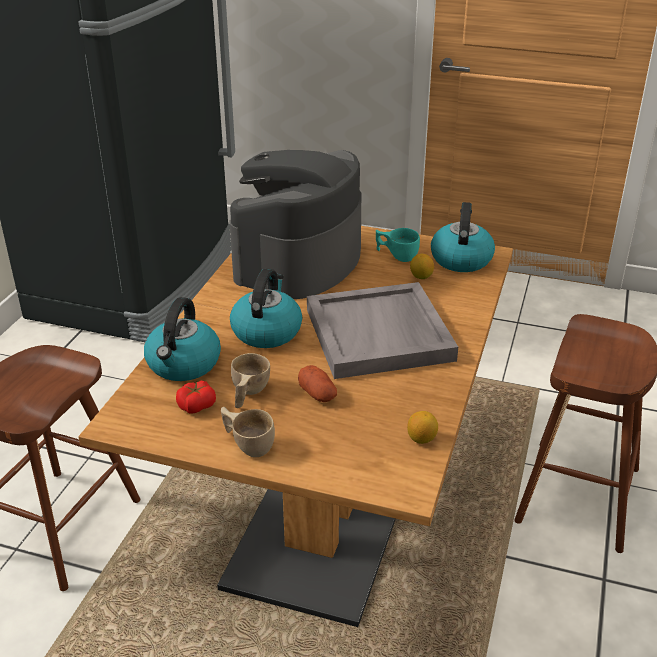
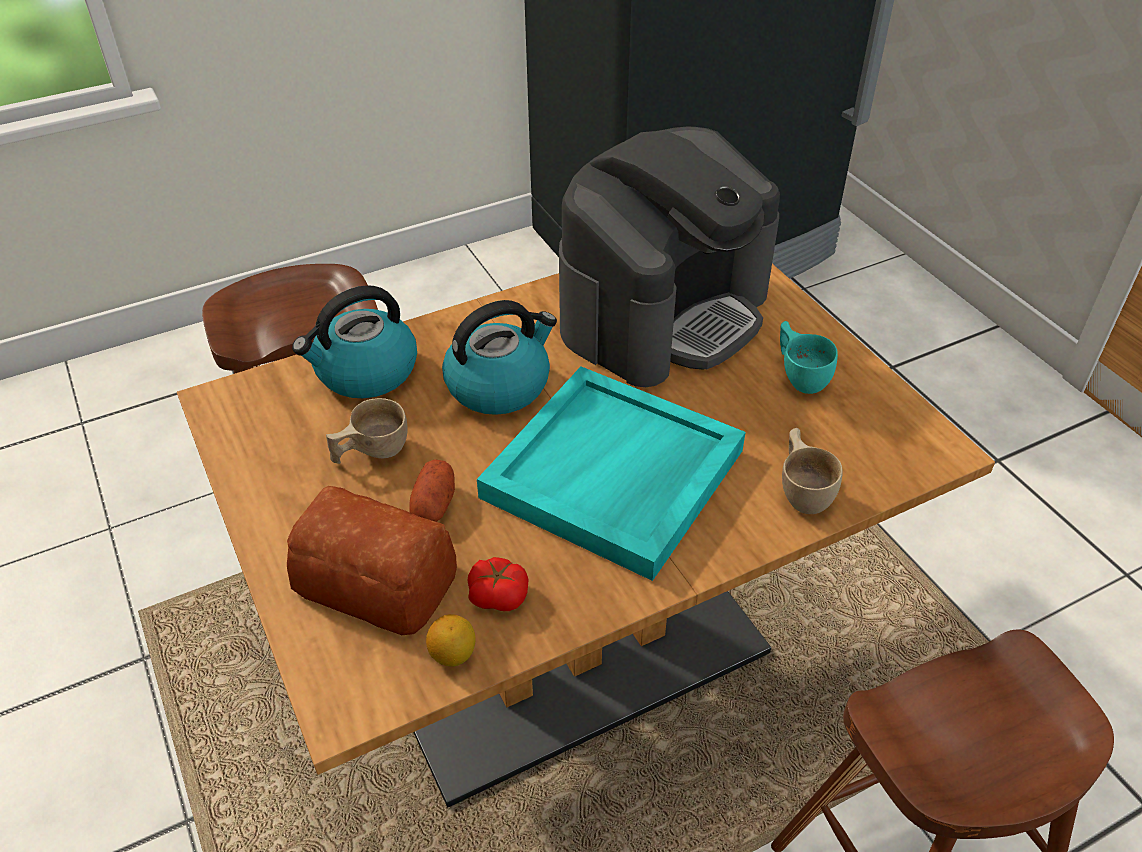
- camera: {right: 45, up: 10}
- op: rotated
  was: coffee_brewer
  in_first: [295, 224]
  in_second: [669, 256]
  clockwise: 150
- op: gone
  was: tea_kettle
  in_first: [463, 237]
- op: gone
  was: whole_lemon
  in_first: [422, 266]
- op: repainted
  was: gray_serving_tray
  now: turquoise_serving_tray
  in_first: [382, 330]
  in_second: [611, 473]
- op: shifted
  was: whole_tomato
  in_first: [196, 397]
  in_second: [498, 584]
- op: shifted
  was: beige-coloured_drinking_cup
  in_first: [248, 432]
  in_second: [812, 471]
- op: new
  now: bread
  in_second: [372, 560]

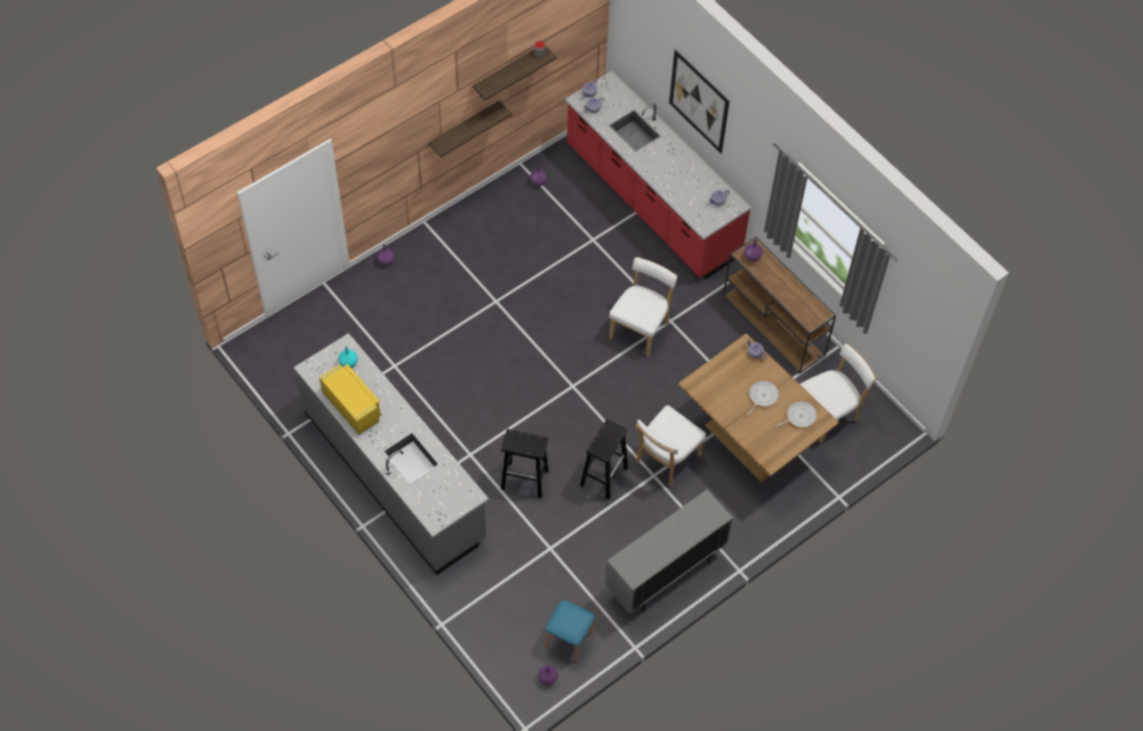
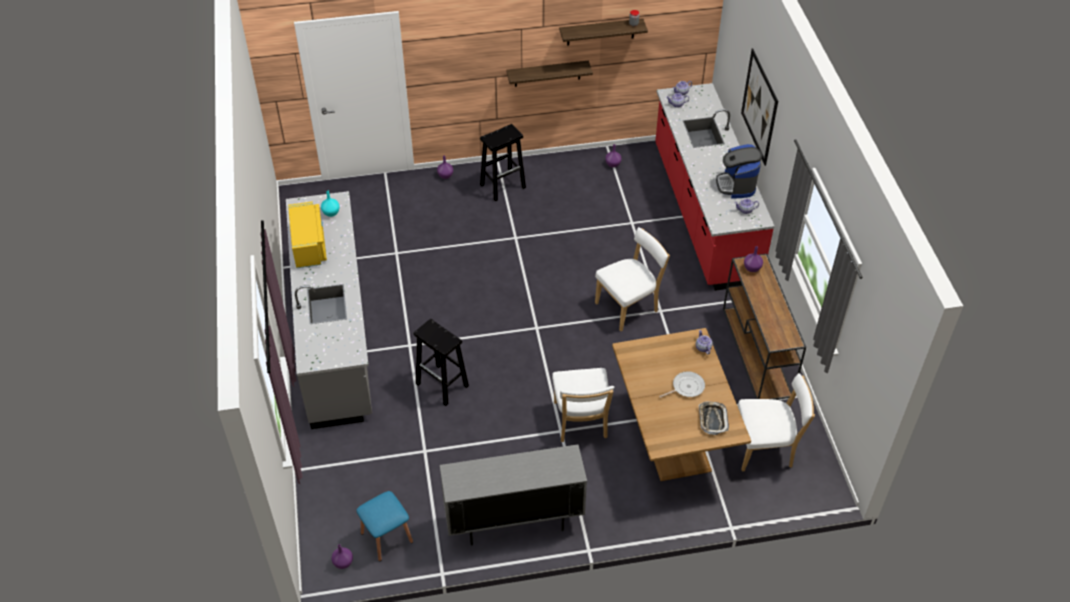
- camera: {right: 30, up: -10}
- op: swapped
  was: skillet
  now: serving_tray
  in_first: [795, 414]
  in_second: [714, 418]
- op: rotated
  was: whitish_plain_chair
  in_first: [671, 445]
  in_second: [583, 405]
  clockwise: -75
- op: shifted
  was: blackish_stool_seat
  in_first: [604, 459]
  in_second: [503, 163]
- op: new
  now: coffee_brewer
  in_second: [739, 171]

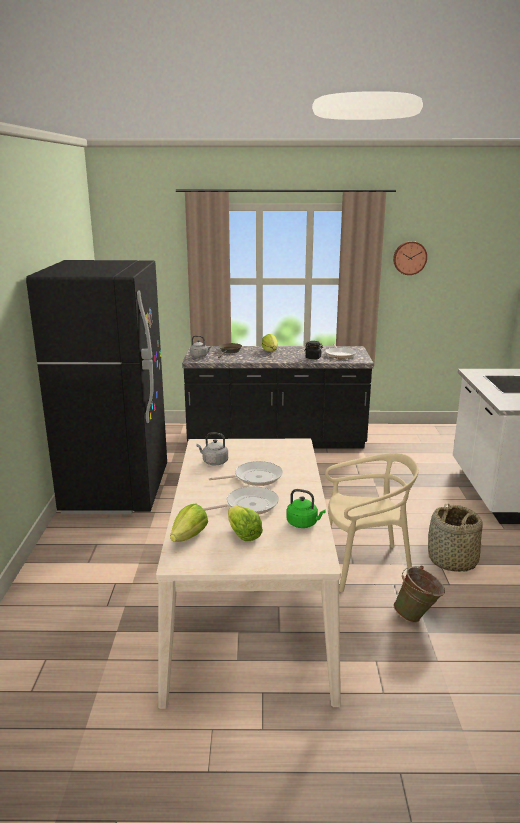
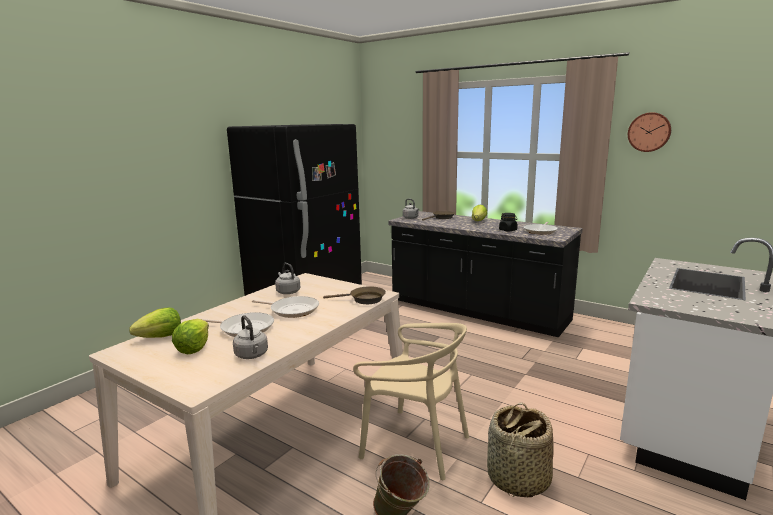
- camera: {right: 35, up: -5}
- op: repainted
  was: green-coloured_tea_kettle
  now: gray_tea_kettle
  in_first: [306, 508]
  in_second: [250, 337]
- op: new
  now: brown_skillet
  in_second: [354, 295]

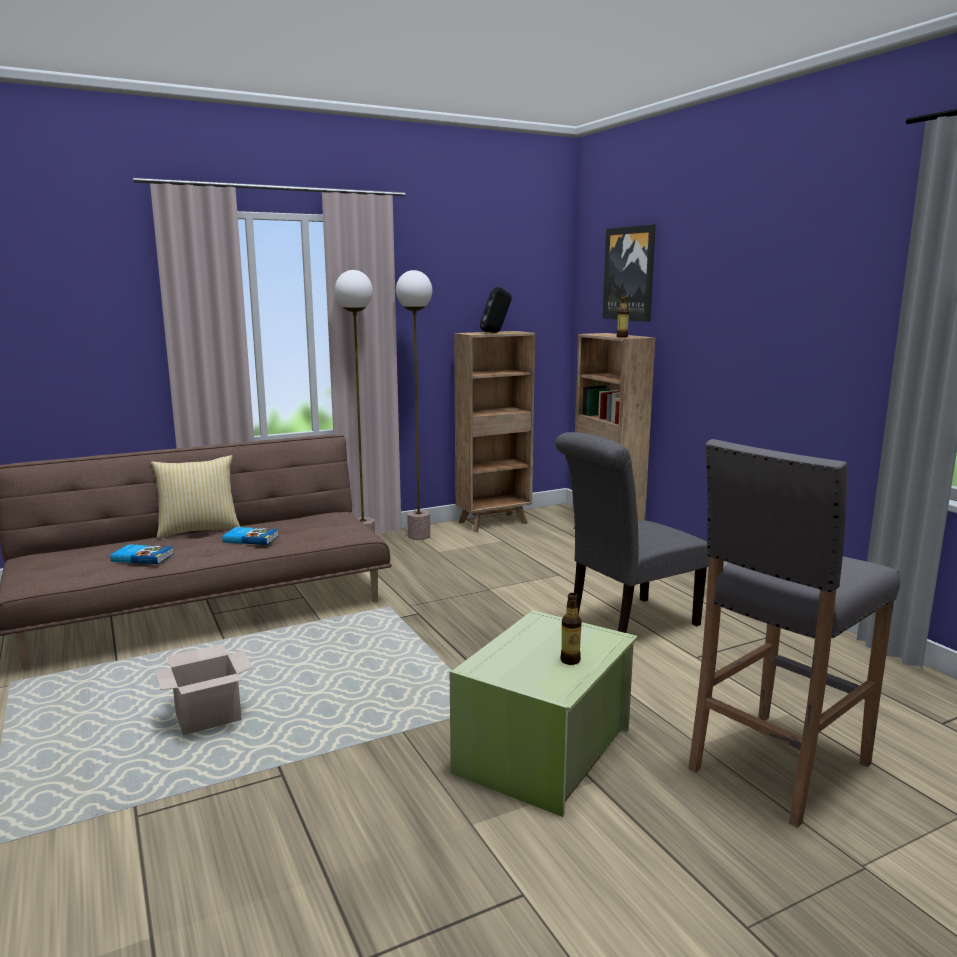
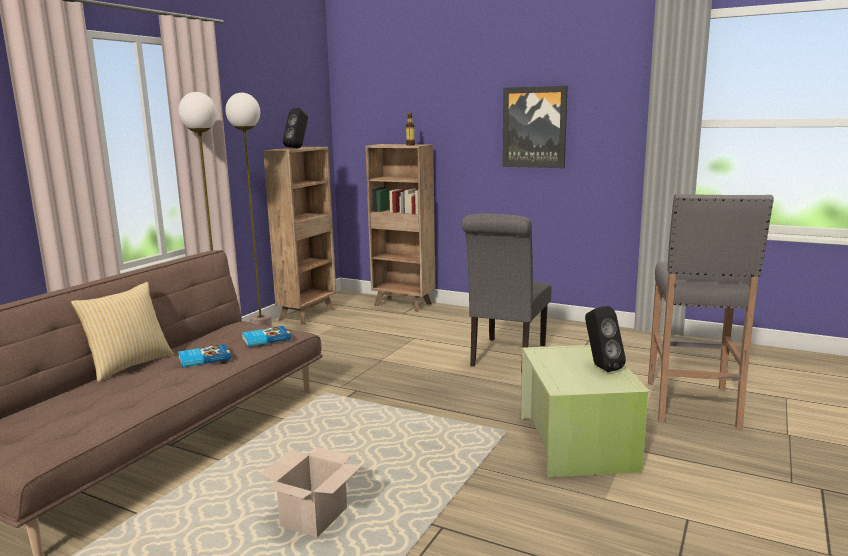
- camera: {right: -35, up: 0}
- op: shifted
  was: wall_picture
  in_first: [629, 273]
  in_second: [535, 127]
- op: shifted
  was: volume
  in_first: [142, 554]
  in_second: [266, 336]
- op: swapped
  was: drink_bottle
  now: blackish_audio_speaker
  in_first: [571, 629]
  in_second: [605, 339]

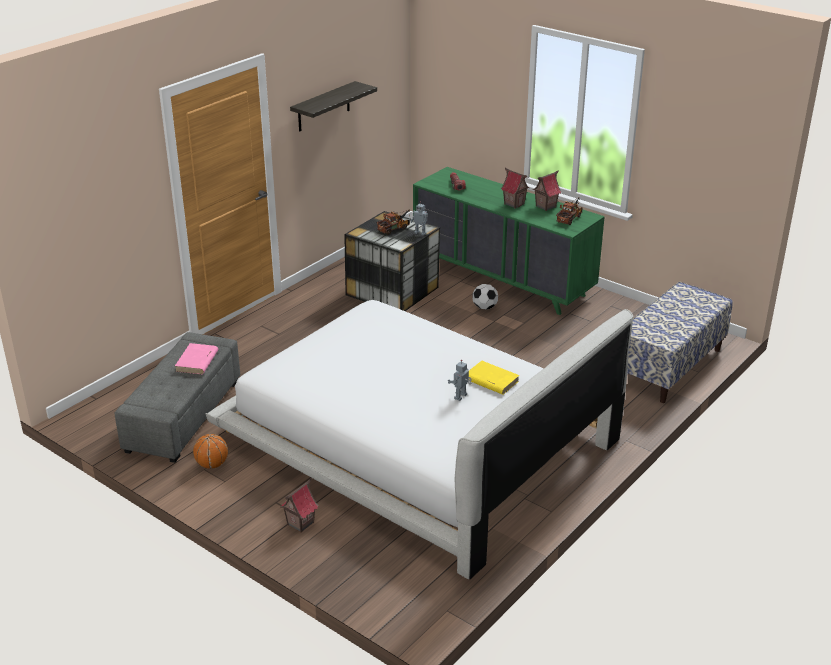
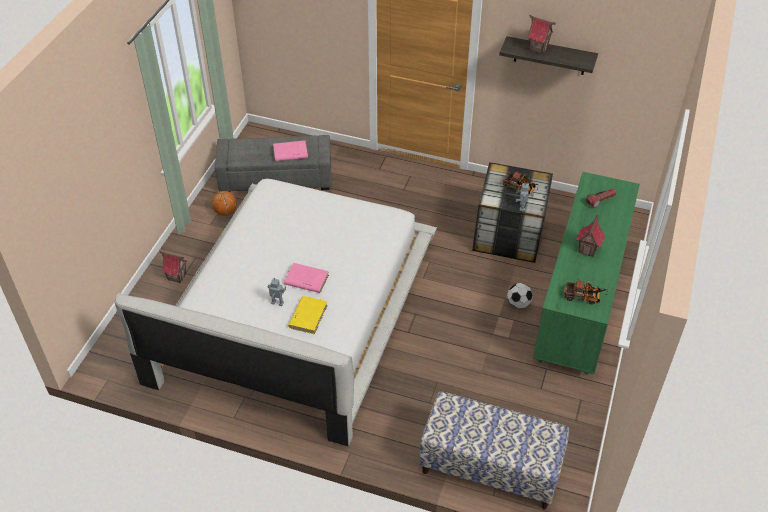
- camera: {right: 70, up: 15}
- op: shifted
  was: model_house
  in_first: [547, 190]
  in_second: [541, 35]
- op: new
  now: pinkish_volume
  in_second: [306, 278]

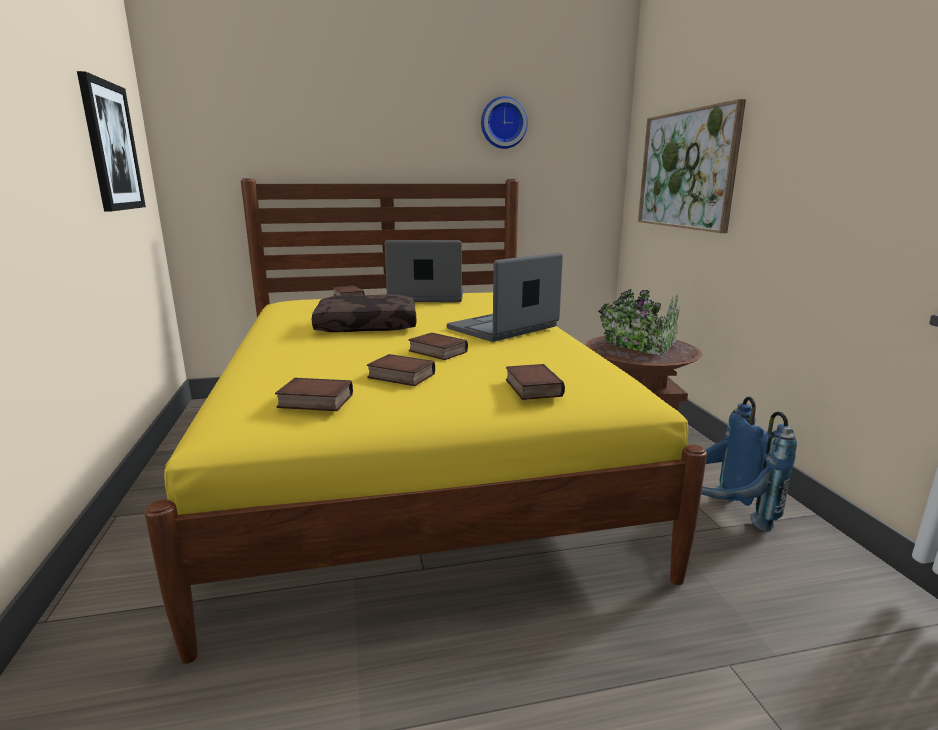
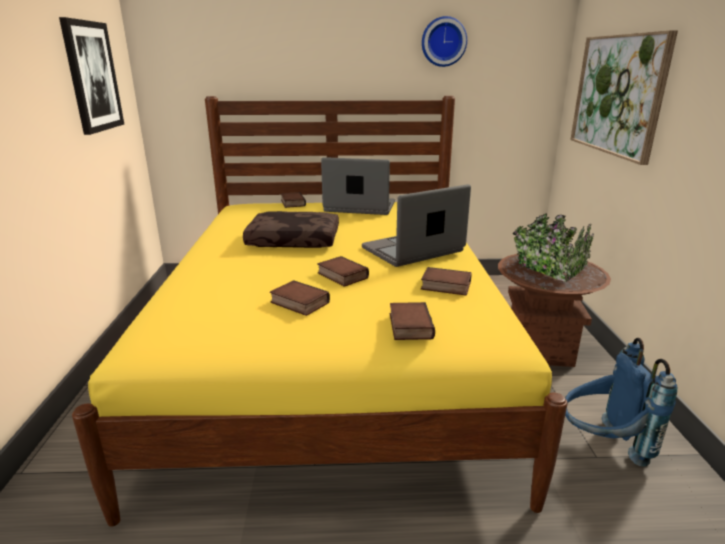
- camera: {right: 10, up: 5}
- op: shifted
  was: volume
  in_first: [314, 394]
  in_second: [446, 281]

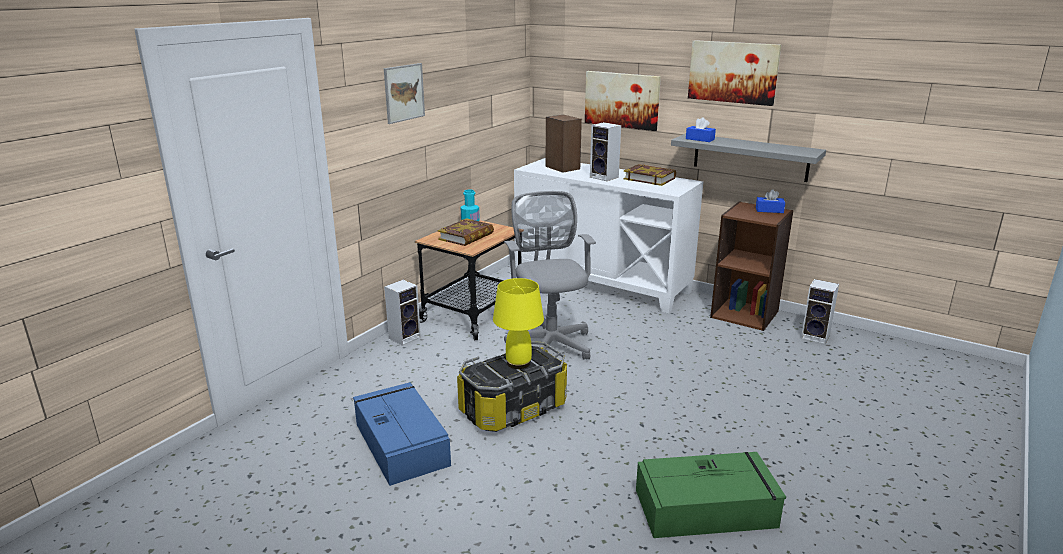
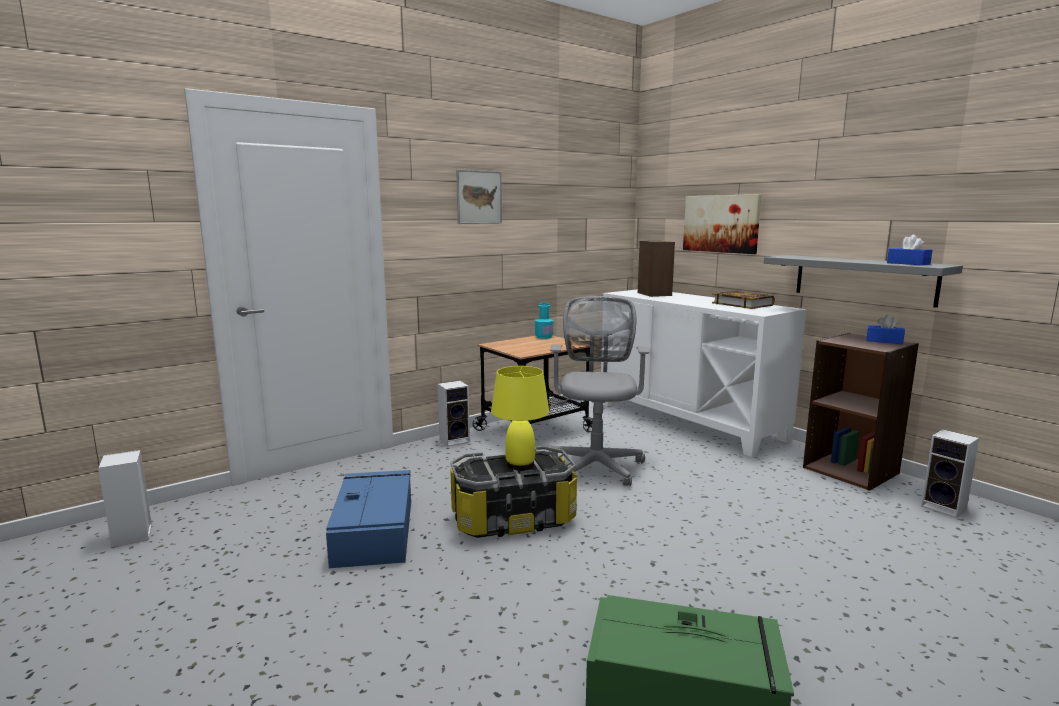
- camera: {right: 20, up: -10}
- op: gone
  was: wall_picture
  in_first: [734, 73]
- op: shifted
  was: blue-coloured_tissue_holder
  in_first: [701, 129]
  in_second: [910, 250]
- op: shifted
  was: audio_speaker
  in_first: [605, 151]
  in_second: [125, 498]
- op: gone
  was: volume
  in_first: [466, 232]

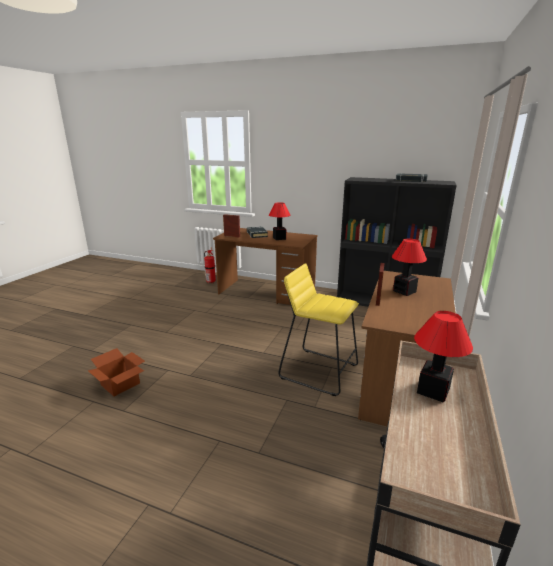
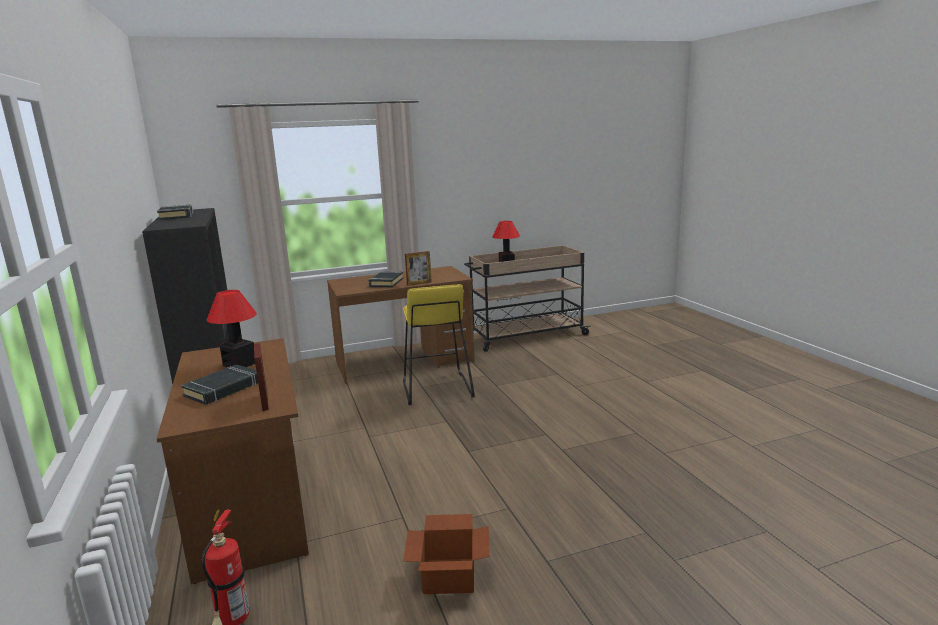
- camera: {right: -130, up: -5}
- op: swapped
  was: lamp_for_a_table
  now: blackish_volume
  in_first: [409, 267]
  in_second: [386, 279]
- op: shifted
  was: carton
  in_first: [116, 372]
  in_second: [446, 554]

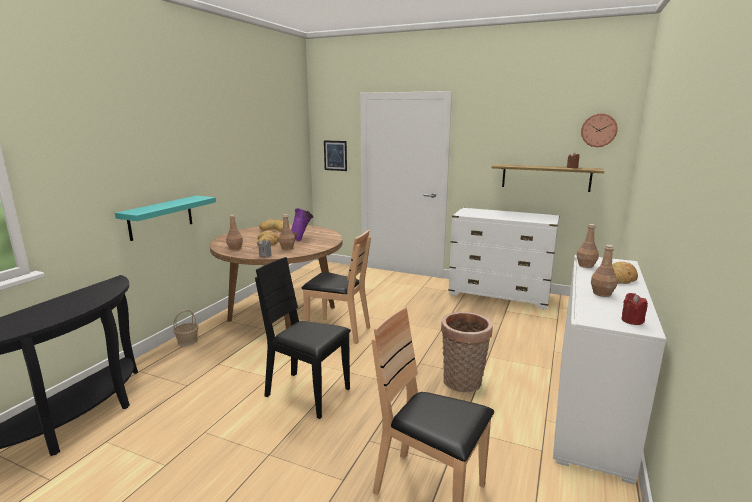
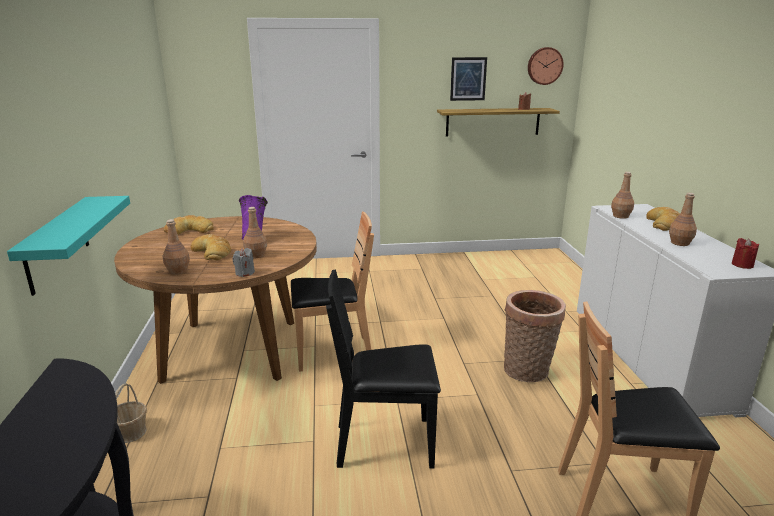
- camera: {right: -30, up: 5}
- op: shifted
  was: wall_picture
  in_first: [335, 155]
  in_second: [468, 79]
- op: gone
  was: whitish_dresser
  in_first: [504, 258]

